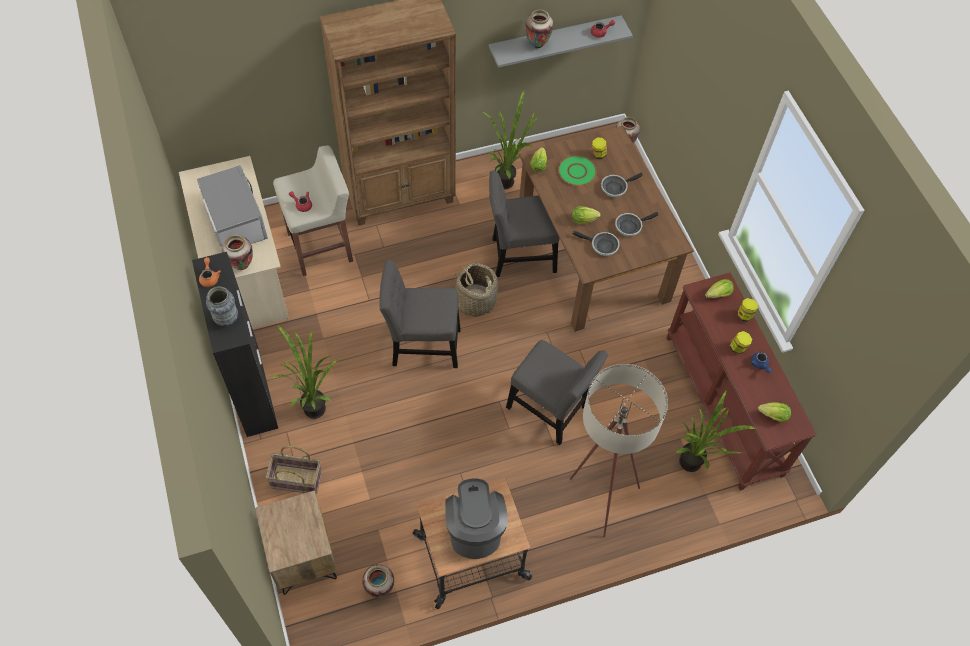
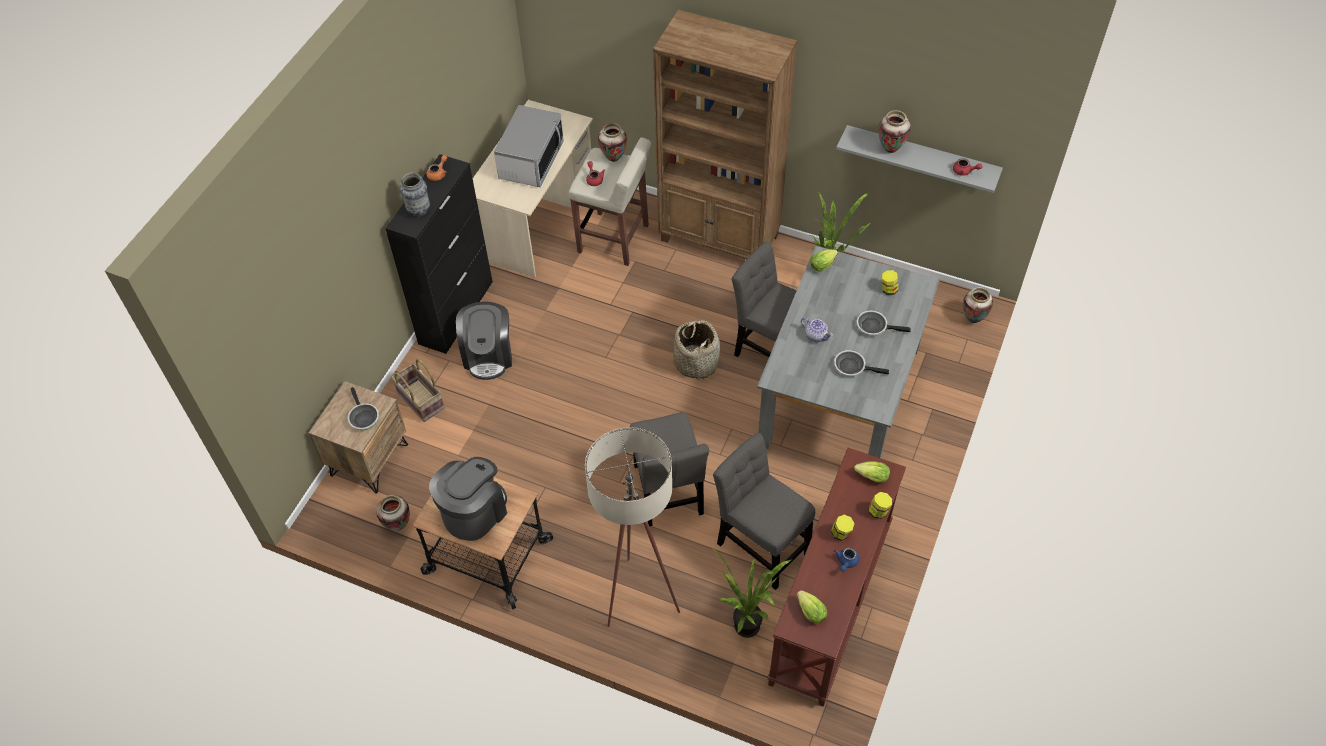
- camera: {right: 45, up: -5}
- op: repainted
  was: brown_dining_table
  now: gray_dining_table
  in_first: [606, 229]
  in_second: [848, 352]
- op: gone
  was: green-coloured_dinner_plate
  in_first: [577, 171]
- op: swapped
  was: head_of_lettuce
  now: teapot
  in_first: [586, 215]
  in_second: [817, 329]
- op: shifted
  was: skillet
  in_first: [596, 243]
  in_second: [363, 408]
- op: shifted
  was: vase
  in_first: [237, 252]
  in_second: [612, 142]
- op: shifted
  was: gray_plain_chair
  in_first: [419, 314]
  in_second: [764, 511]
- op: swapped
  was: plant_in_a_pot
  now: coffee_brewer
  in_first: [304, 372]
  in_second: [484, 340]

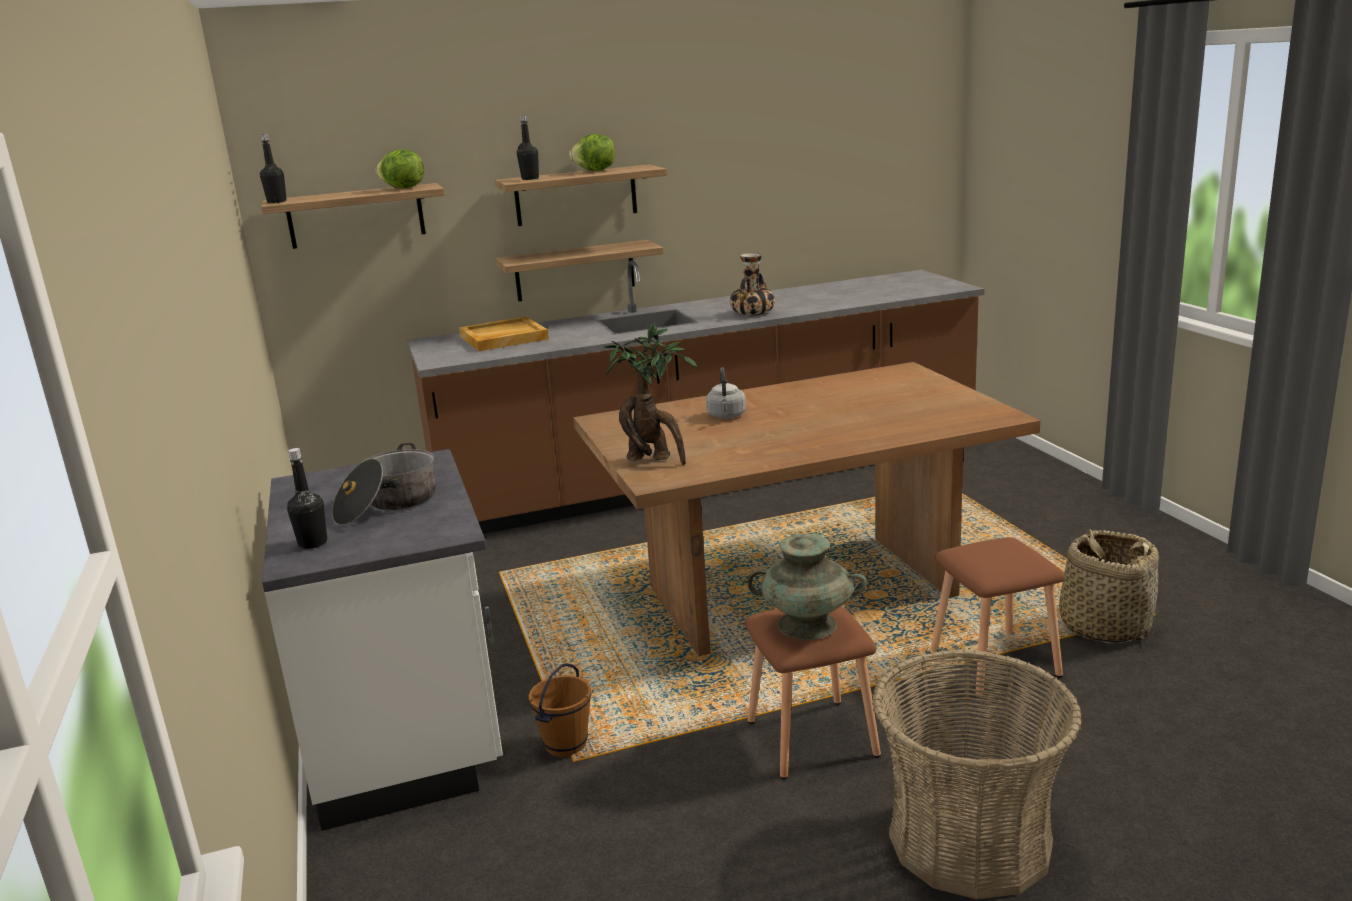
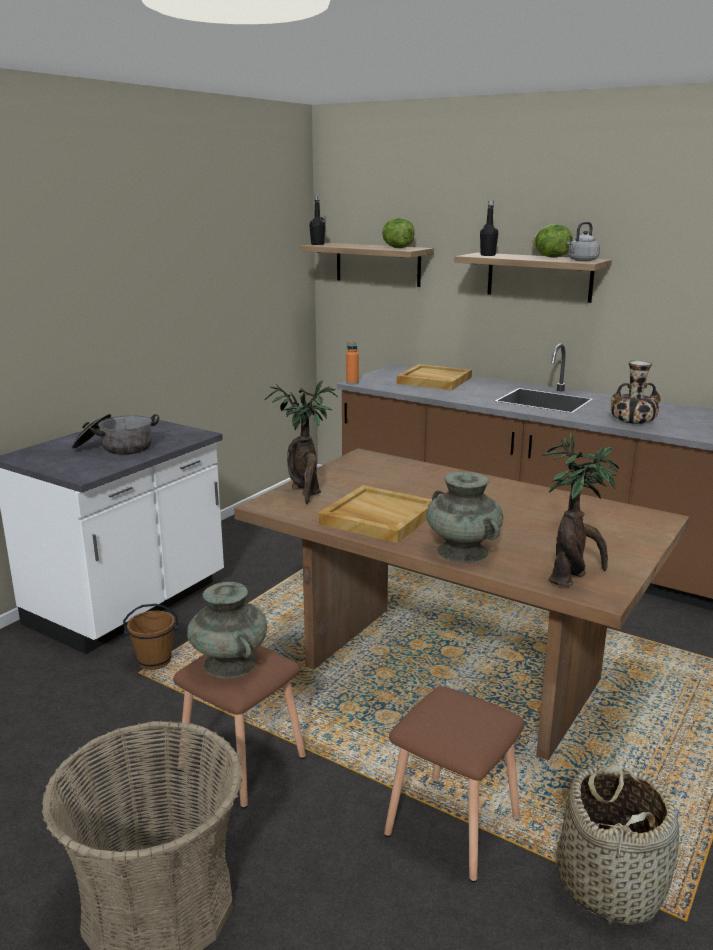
- camera: {right: 50, up: 0}
- op: gone
  was: wall_shelf
  in_first: [580, 271]
- op: shifted
  was: gray_tea_kettle
  in_first: [726, 393]
  in_second: [583, 241]
- op: gone
  was: blackish_drink_bottle
  in_first: [307, 498]
- op: new
  now: orange_drink_bottle
  in_second: [352, 363]
- op: new
  now: plant_in_a_pot
  in_second: [580, 509]
- op: new
  now: turquoise_vase
  in_second: [464, 517]
- op: new
  now: beige-coloured_serving_tray
  in_second: [375, 514]

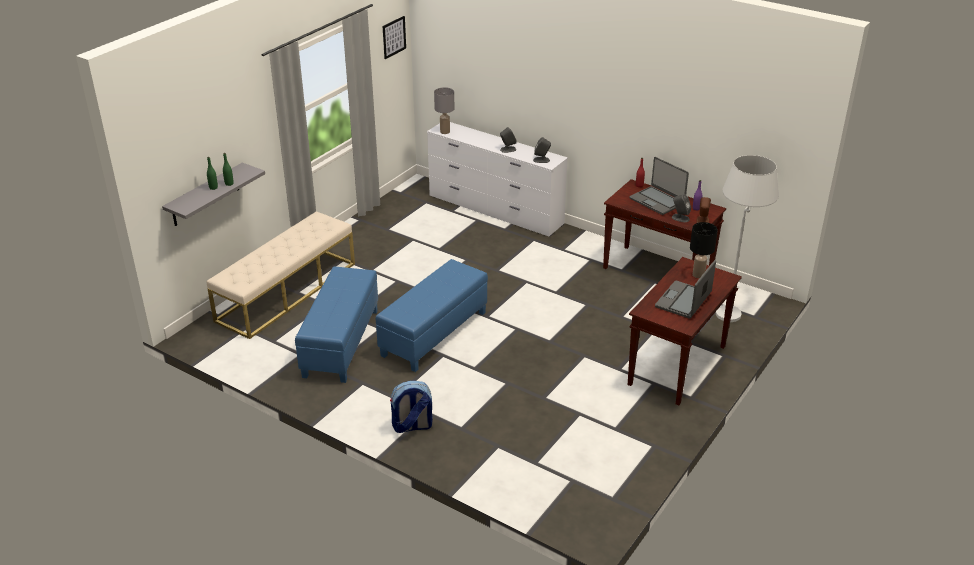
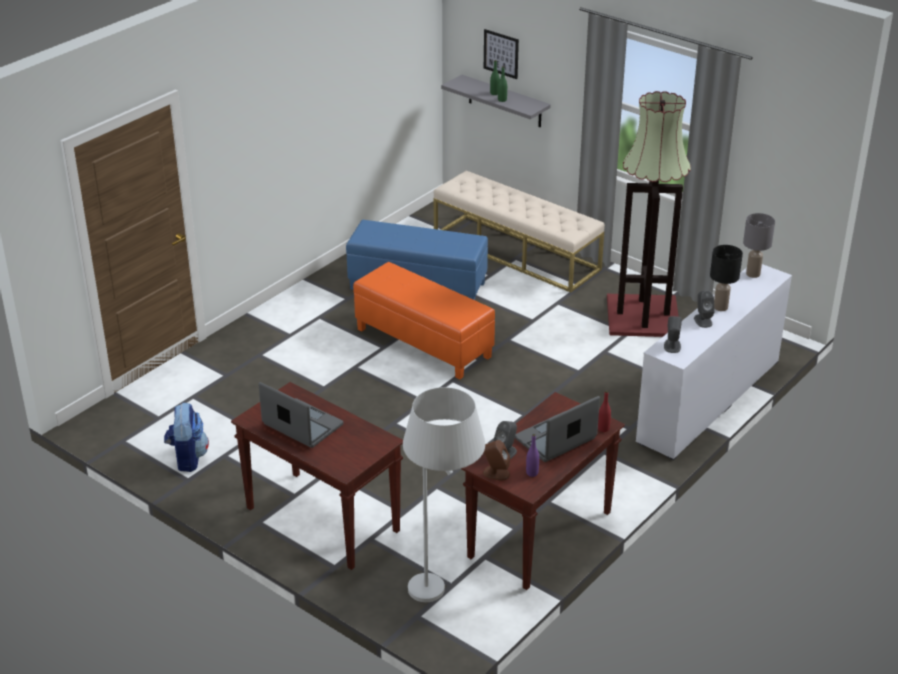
- camera: {right: 95, up: 0}
- op: shifted
  was: wall_picture
  in_first: [394, 37]
  in_second: [501, 54]
- op: shifted
  was: blackish_lamp_for_a_table
  in_first: [704, 250]
  in_second: [726, 278]
- op: repainted
  was: blue-coloured_footrest
  now: orange_footrest
  in_first: [432, 315]
  in_second: [424, 321]
- op: shifted
  was: rucksack
  in_first: [411, 407]
  in_second: [186, 437]
- op: new
  now: floor_lamp
  in_second: [649, 214]

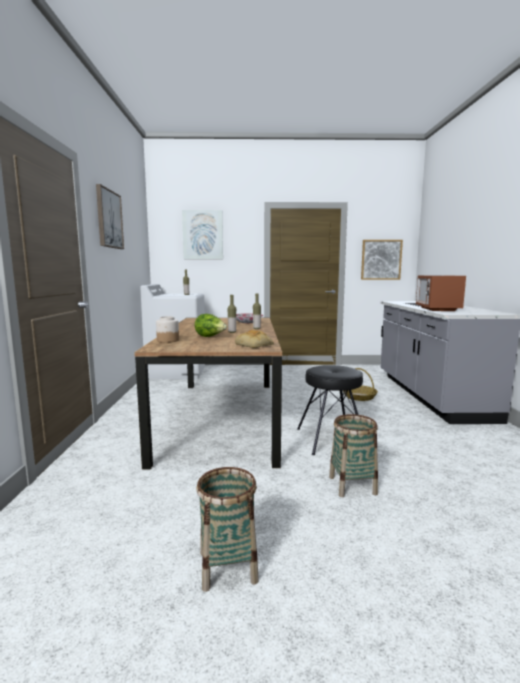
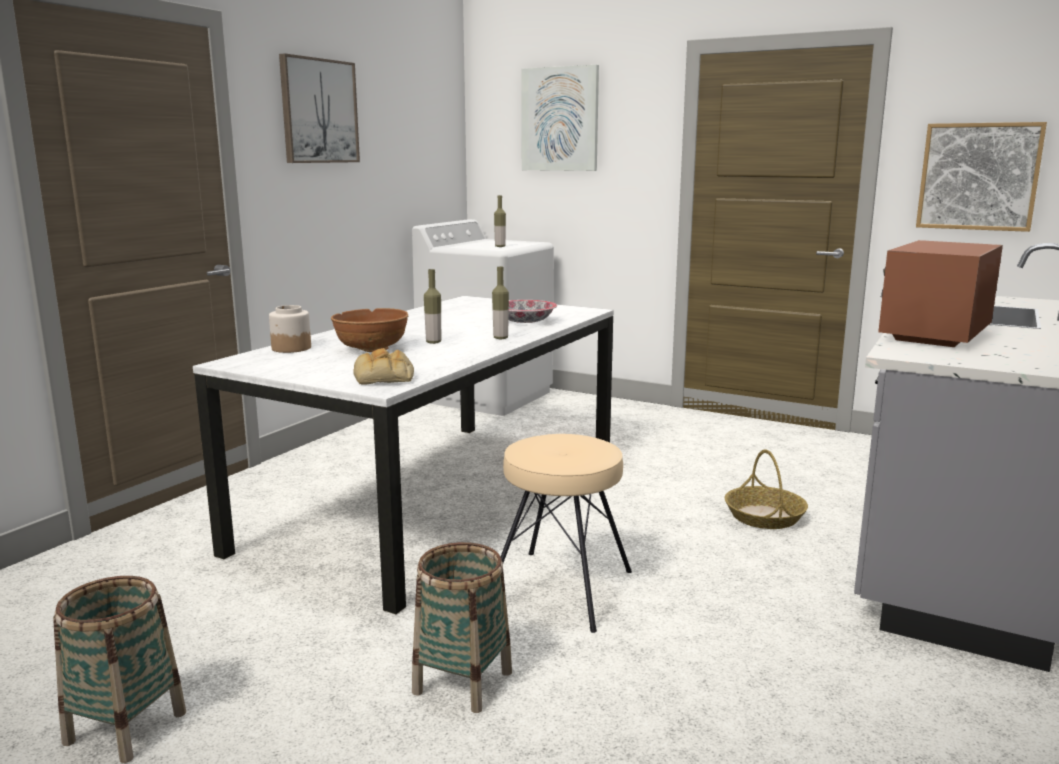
- camera: {right: 30, up: 5}
- op: swapped
  was: head_of_lettuce
  now: brown_serving_bowl
  in_first: [211, 325]
  in_second: [369, 330]
- op: repainted
  was: brown_dining_table
  now: whitish_dining_table
  in_first: [208, 394]
  in_second: [403, 455]
- op: repainted
  was: blackish_stool_seat
  now: beige-coloured_stool_seat
  in_first: [330, 410]
  in_second: [566, 533]

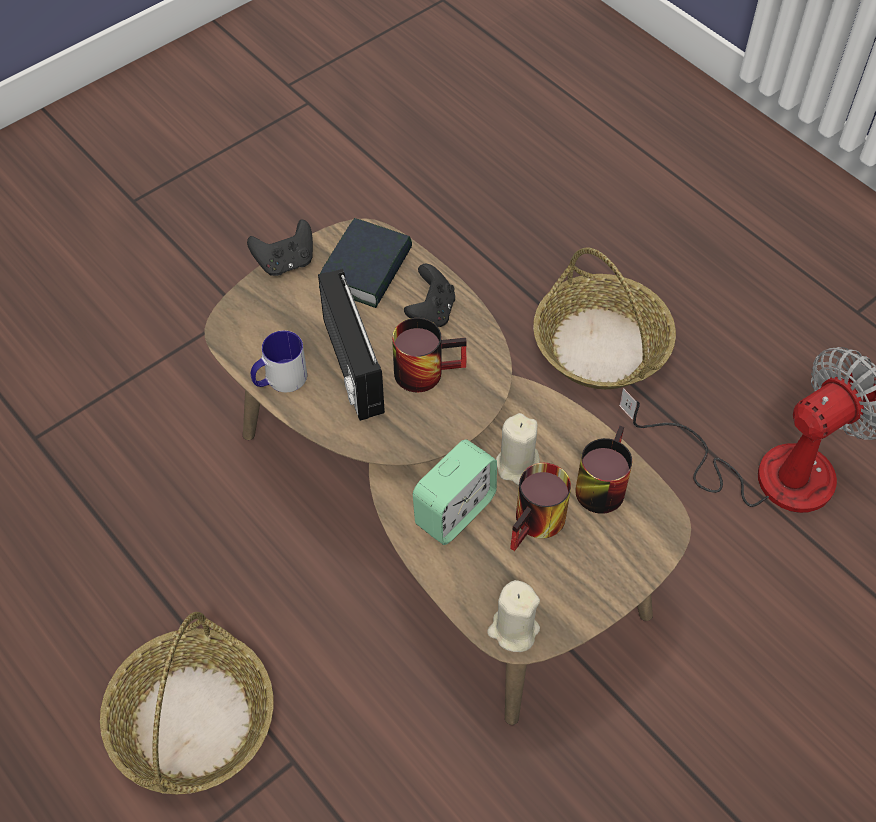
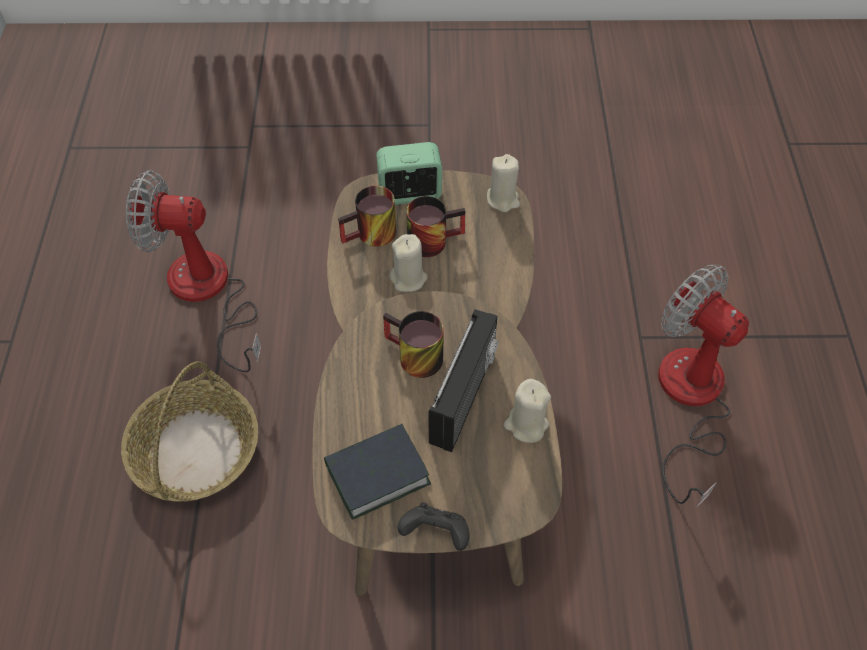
- camera: {right: -140, up: 0}
- op: gone
  was: blackish_game_controller
  in_first: [429, 295]
- op: swapped
  was: tea_mug
  now: beige-coloured_candle
  in_first: [279, 361]
  in_second: [527, 411]
- op: shifted
  was: bedside_clock
  in_first: [455, 492]
  in_second: [409, 173]
- op: swapped
  was: storage_basket
  now: cooling_fan
  in_first: [186, 703]
  in_second: [703, 386]

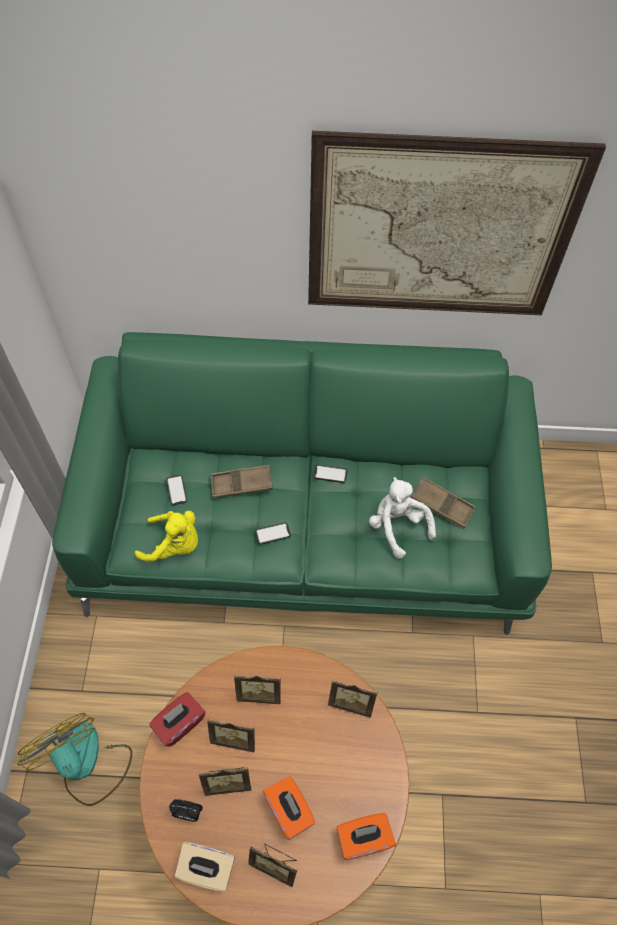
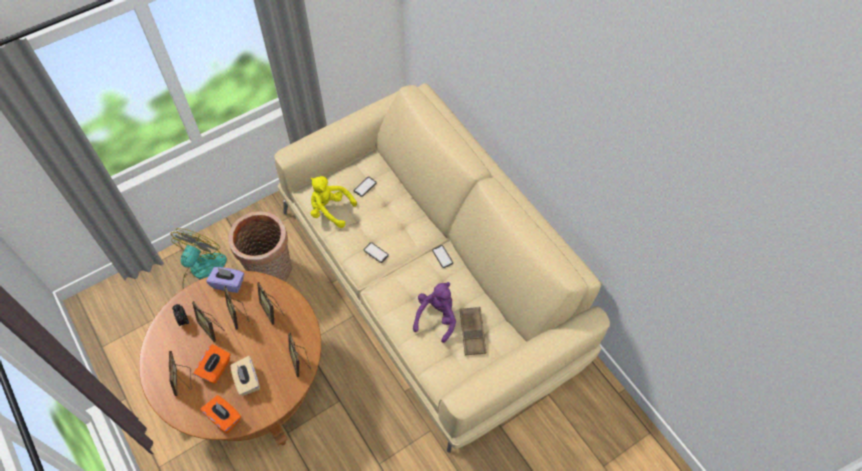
- camera: {right: 55, up: 0}
- op: gone
  was: wall_picture
  in_first: [457, 223]
- op: repainted
  was: green-coloured_settee
  now: beige-coloured_settee
  in_first: [302, 483]
  in_second: [442, 268]
- op: gone
  was: brown_serving_tray
  in_first: [241, 481]
- op: repainted
  was: whitish_soft_toy
  now: purple-coloured_soft_toy
  in_first: [402, 518]
  in_second: [434, 312]
- op: rotated
  was: yellow-coloured_soft_toy
  in_first: [166, 536]
  in_second: [333, 202]
  clockwise: 135
- op: repainted
  was: red_tissue_holder
  now: purple-coloured_tissue_holder
  in_first: [177, 719]
  in_second: [225, 280]
- op: shifted
  was: beige-coloured_tissue_holder
  in_first: [205, 867]
  in_second: [245, 376]
- op: new
  now: storage_basket
  in_second: [260, 246]

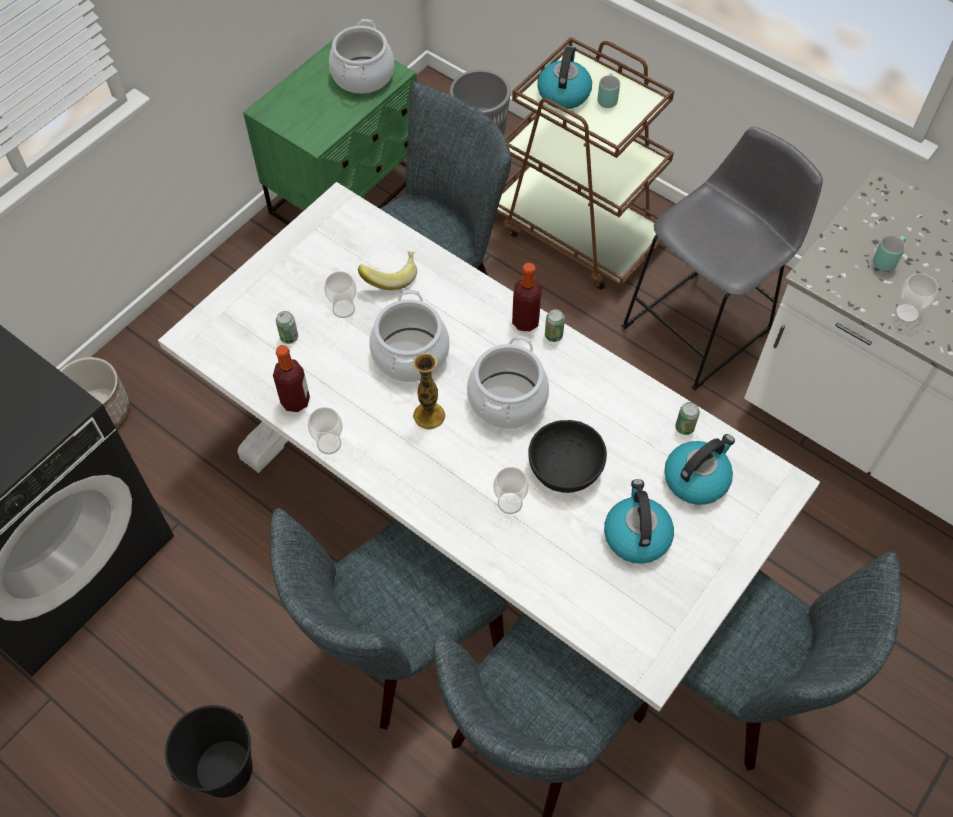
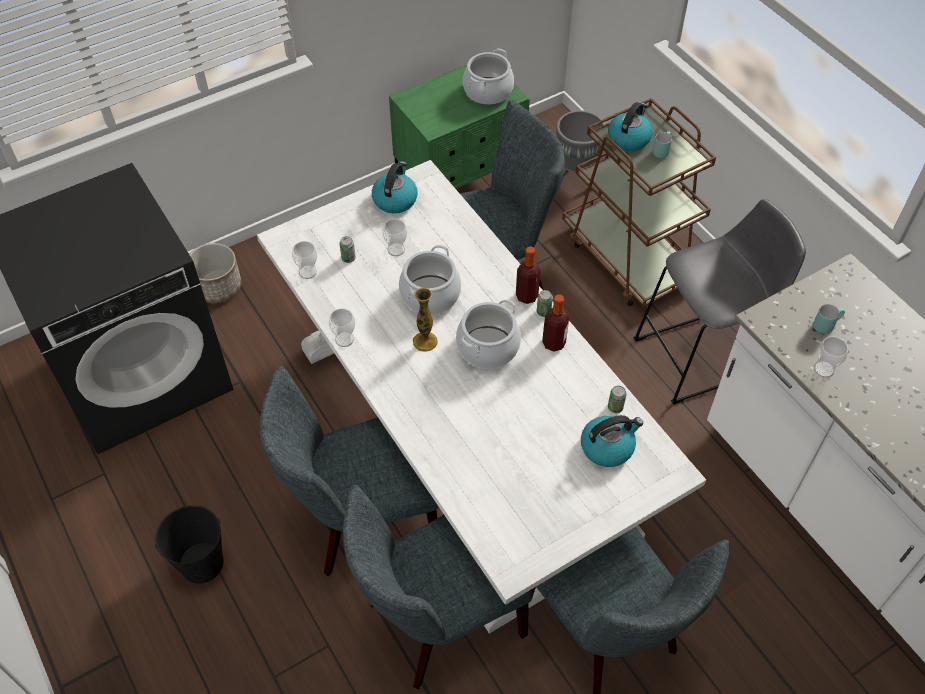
- camera: {right: 20, up: -5}
- op: gone
  was: whole_banana
  in_first: [387, 270]
- op: shifted
  was: drink_bottle
  in_first: [291, 378]
  in_second: [555, 323]
- op: gone
  was: blackish_serving_bowl
  in_first: [567, 456]
- op: shifted
  was: drinking_cup
  in_first: [511, 490]
  in_second: [304, 260]
- op: shifted
  was: tea_kettle
  in_first: [639, 521]
  in_second: [395, 187]

